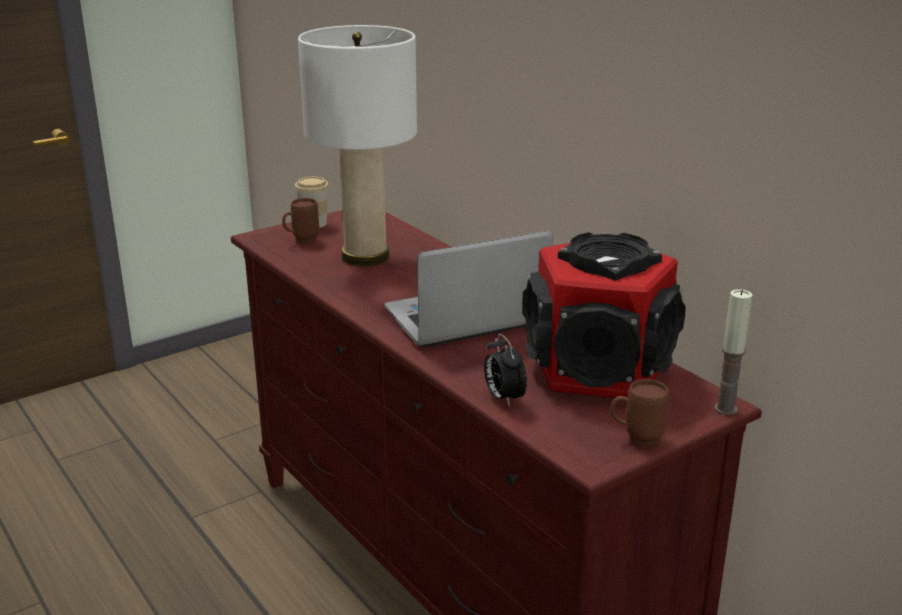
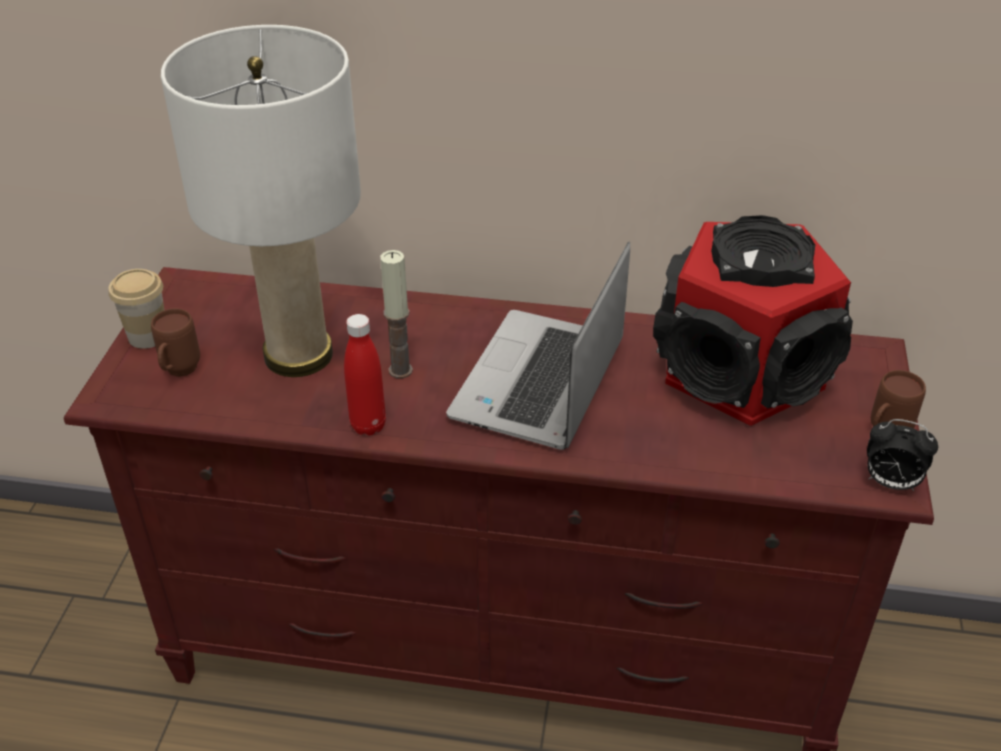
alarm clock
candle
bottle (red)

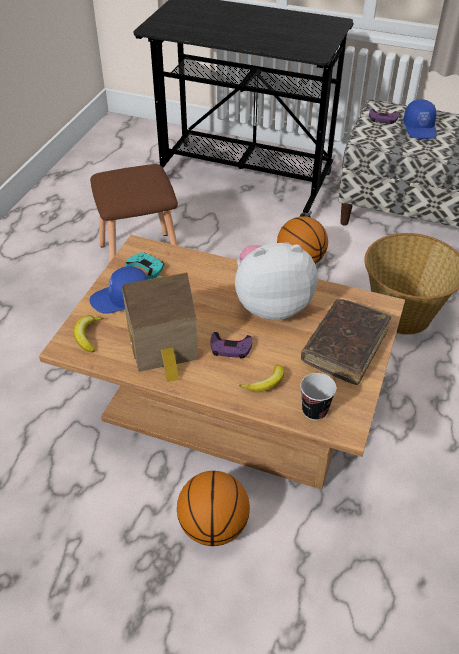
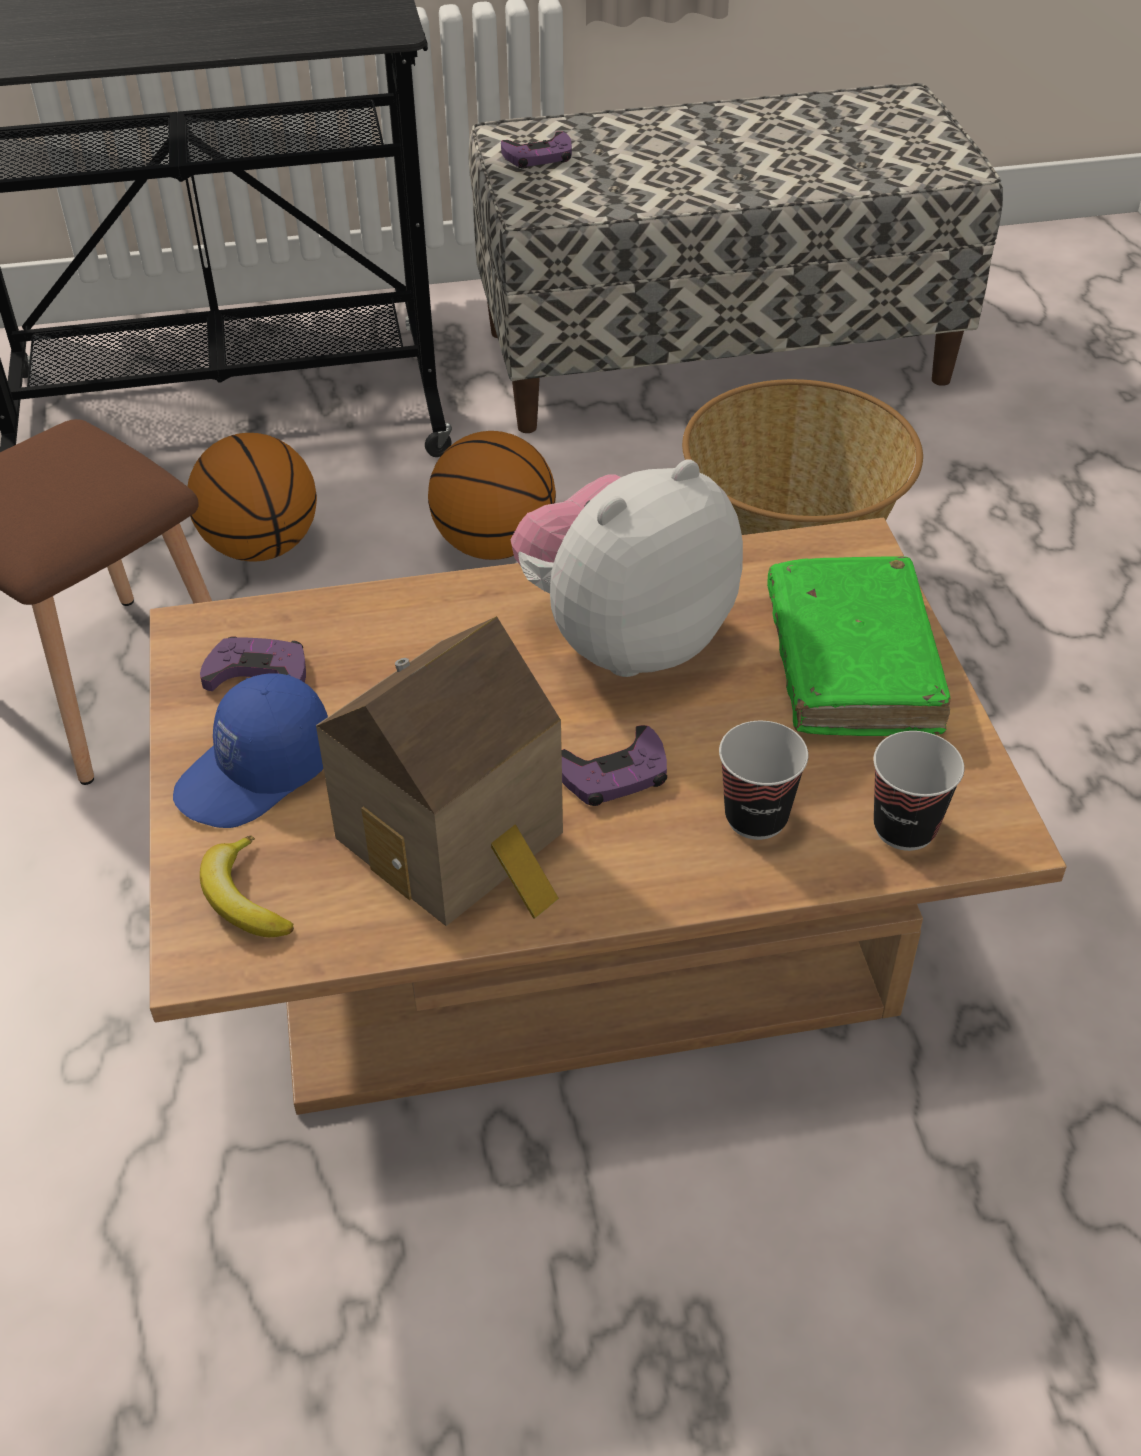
game controller (purple) (no. 1 from left)
basketball (no. 1 from left)
cup (no. 1 from left)
book (green)
cap (blue) (no. 2 from left in the first image)

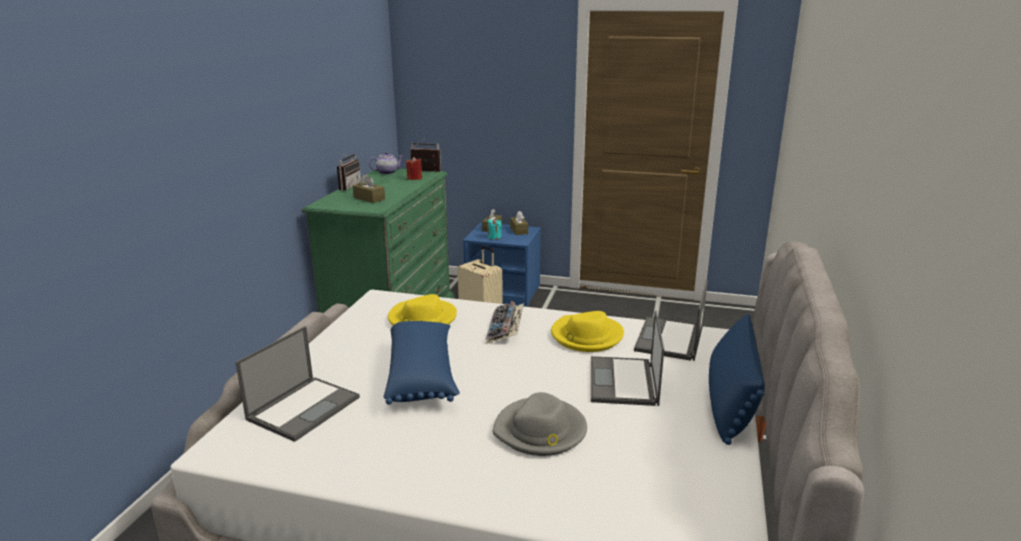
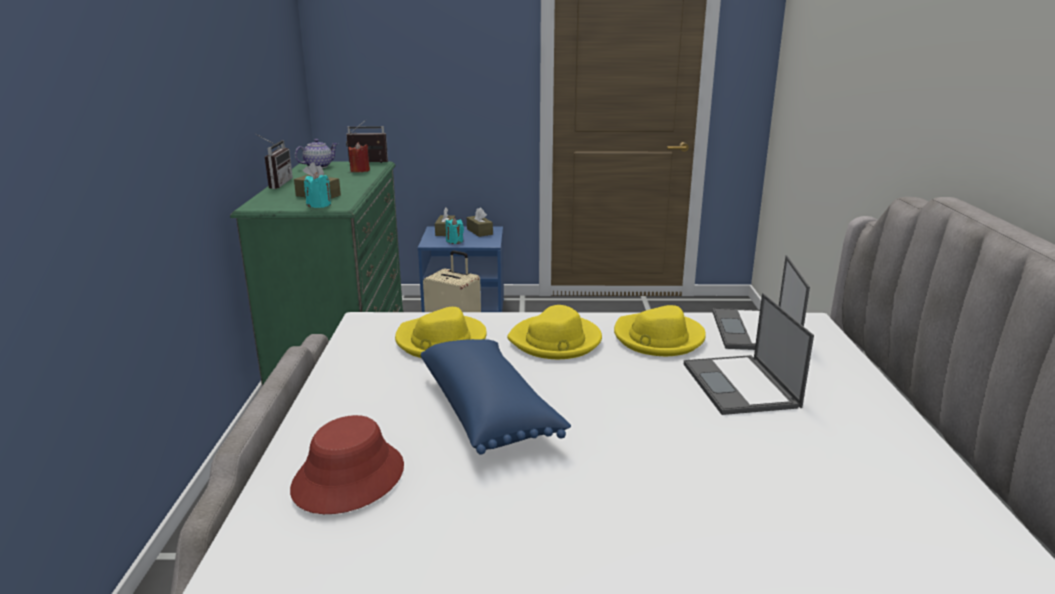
hat (red)
hat (yellow) (no. 2 from left)
hat (grey)
pillow (blue) (no. 2 from left in the first image)
candle (turquoise) (no. 1 from left)

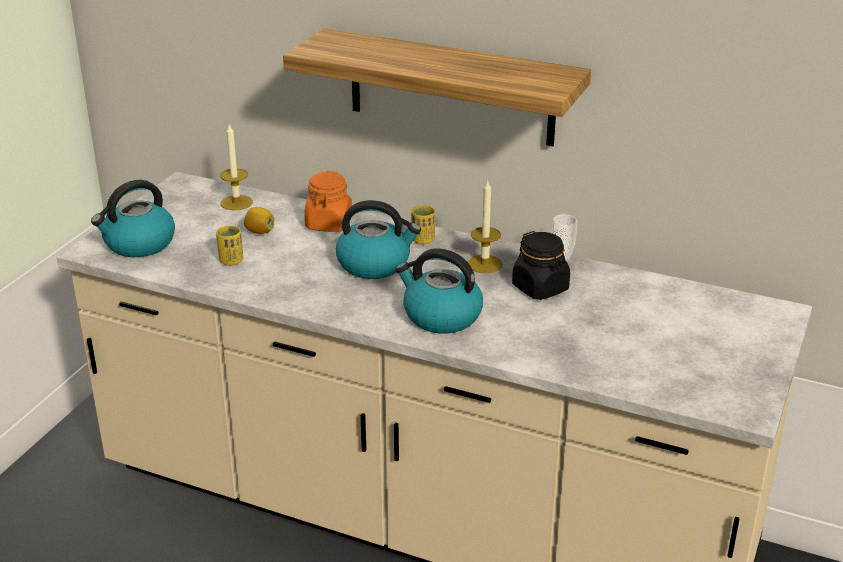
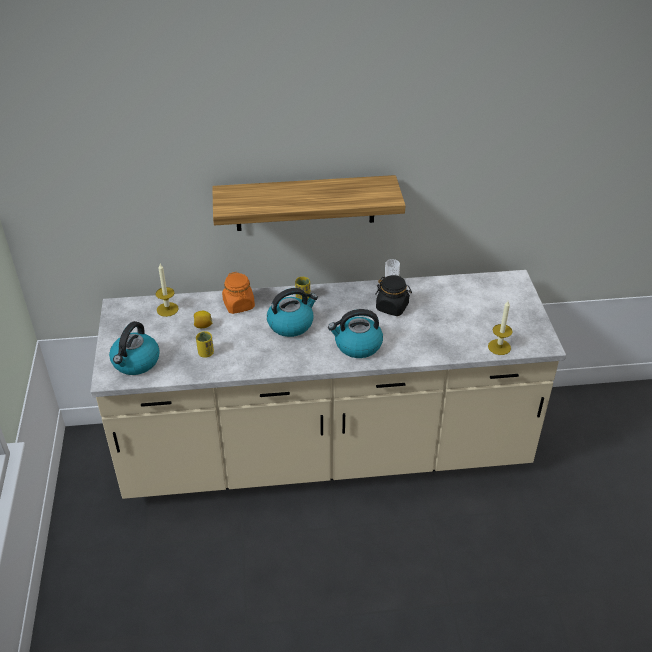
candle (no. 2 from left)

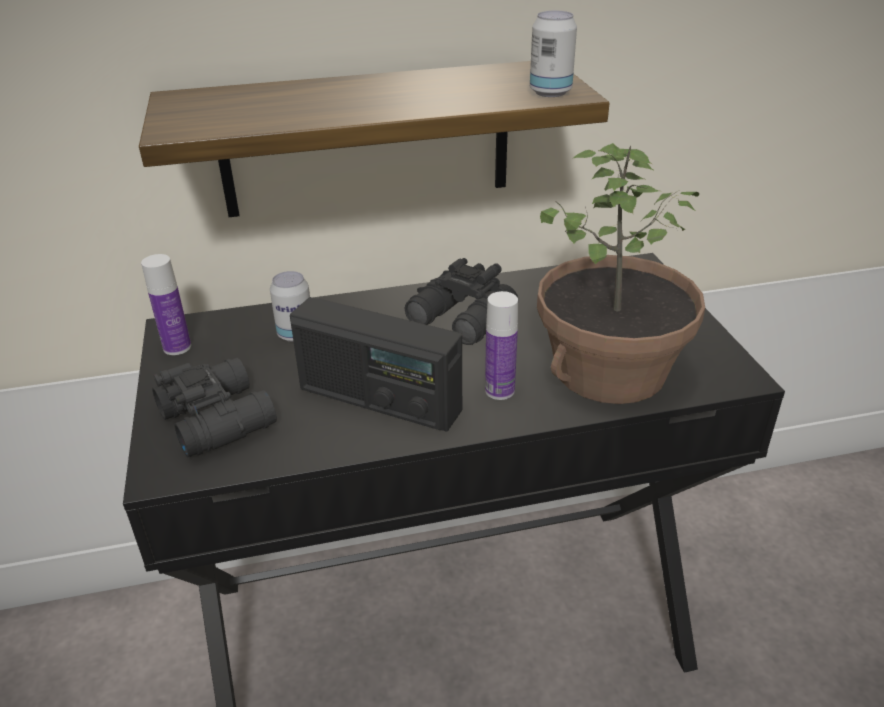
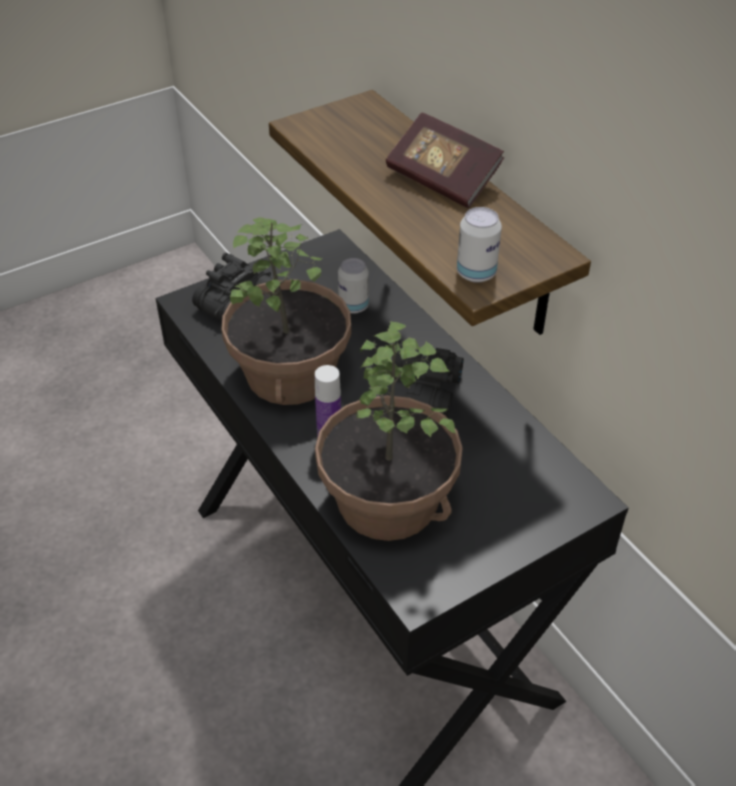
bottle (no. 1 from left in the first image)
potted plant (no. 1 from left)
book

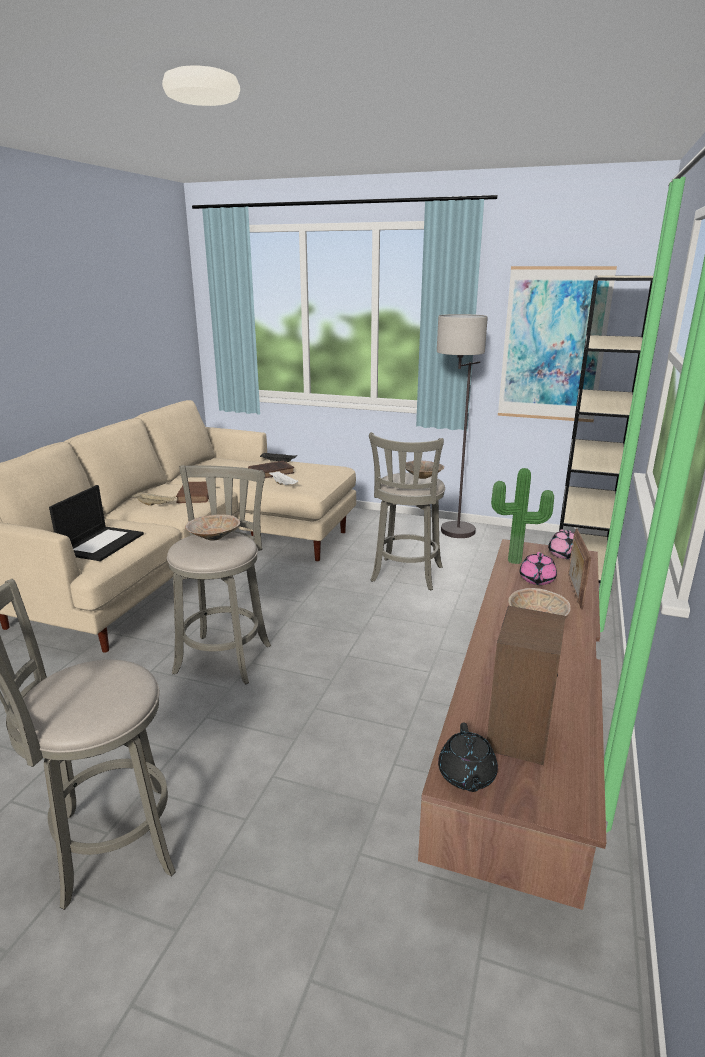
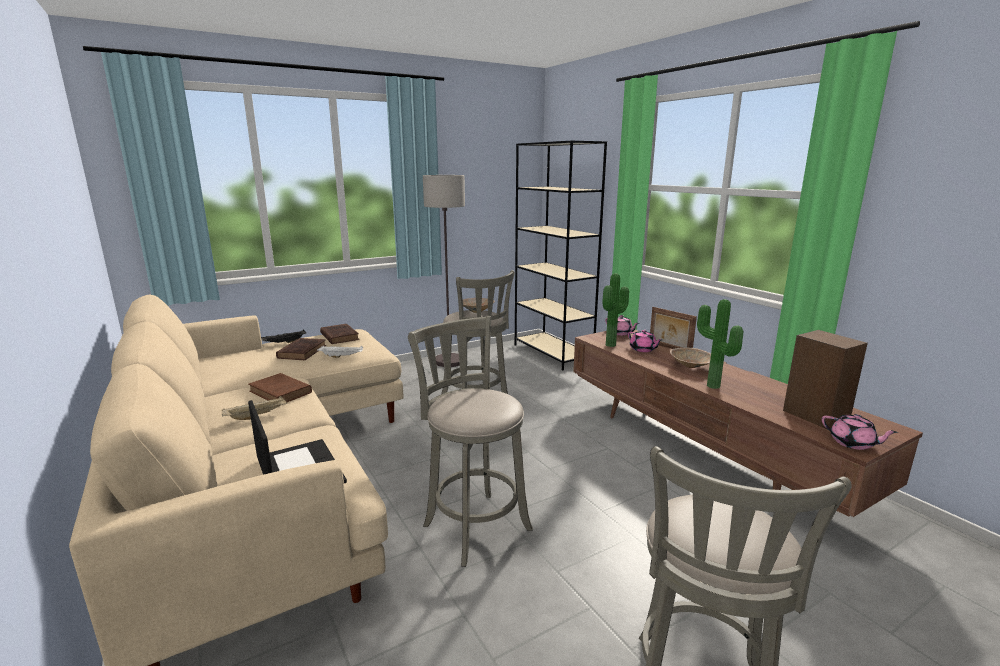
bowl (beige) (no. 1 from left in the first image)
teapot (pink) (no. 3 from left)
picture
book (brown) (no. 3 from left)
potted plant (no. 2 from left)

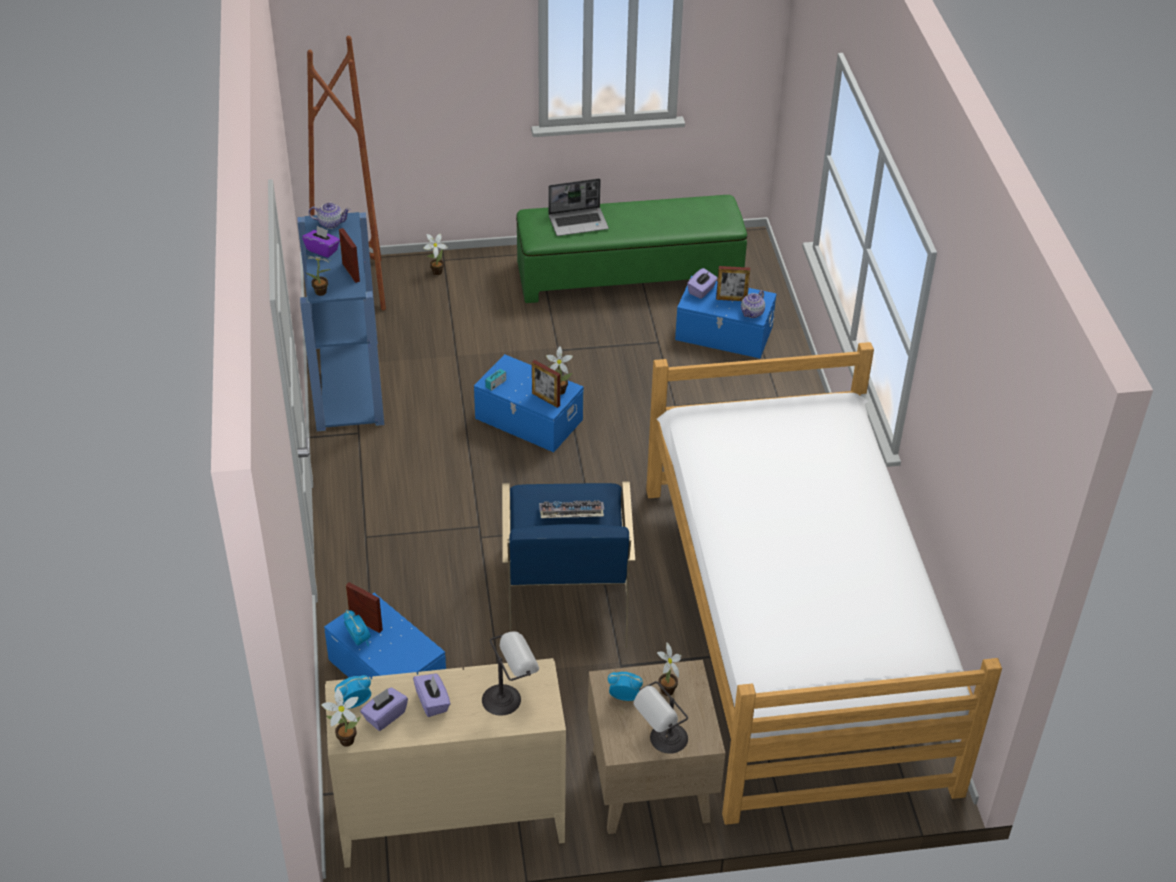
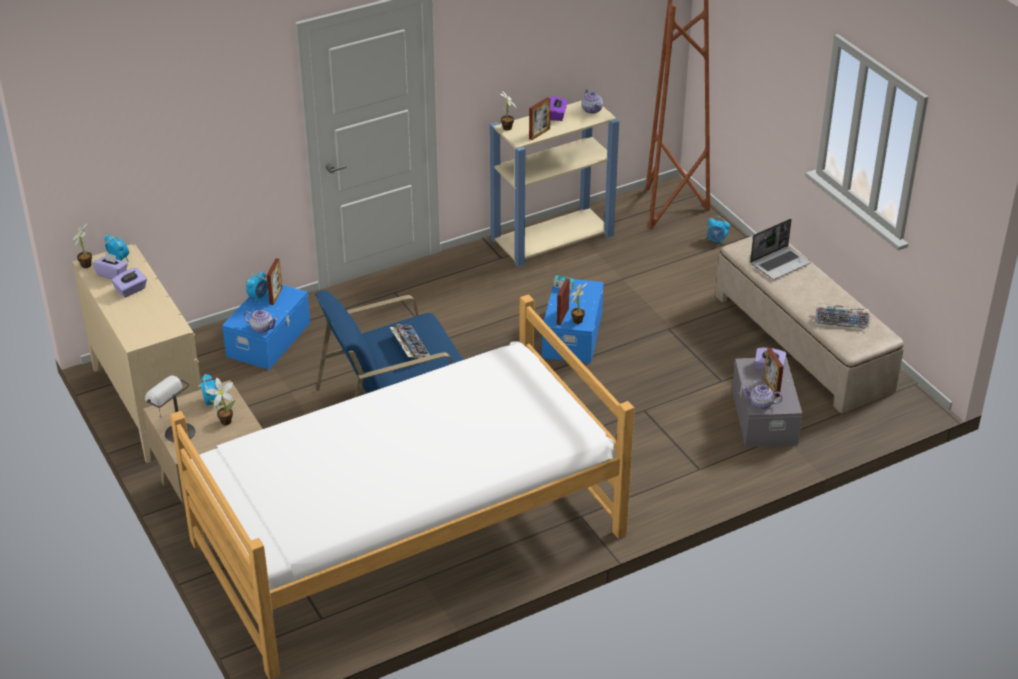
bookcase (beige)
alarm clock (no. 4 from left)
table lamp (no. 1 from left in the first image)
bench (beige)
laptop
storage box (grey)
teapot (no. 1 from left)
keyboard (no. 2 from left)

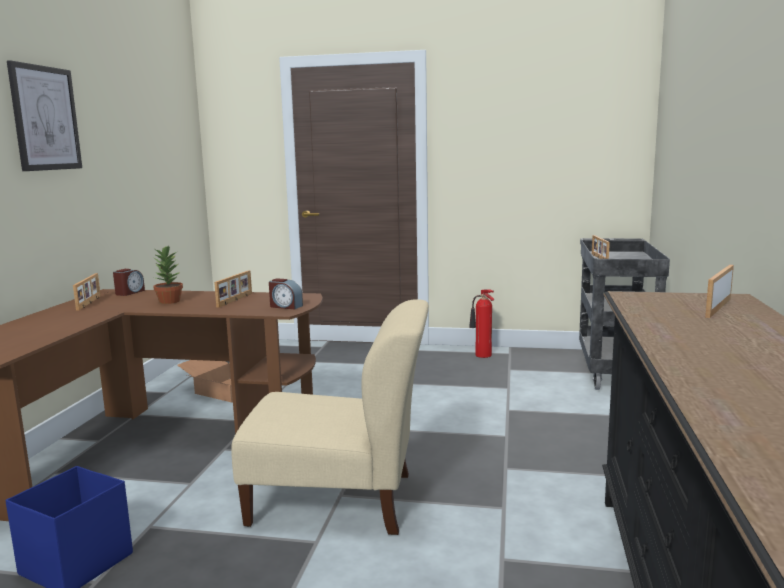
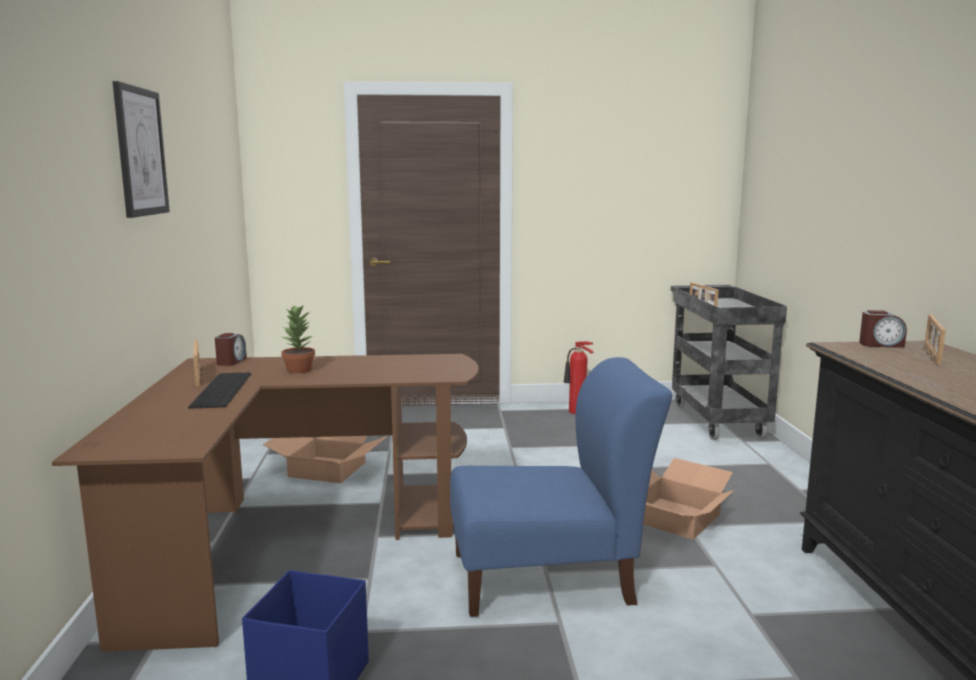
picture frame (no. 2 from left in the first image)
chair (blue)
alarm clock (no. 2 from left)
keyboard
cardboard box (no. 2 from left)

